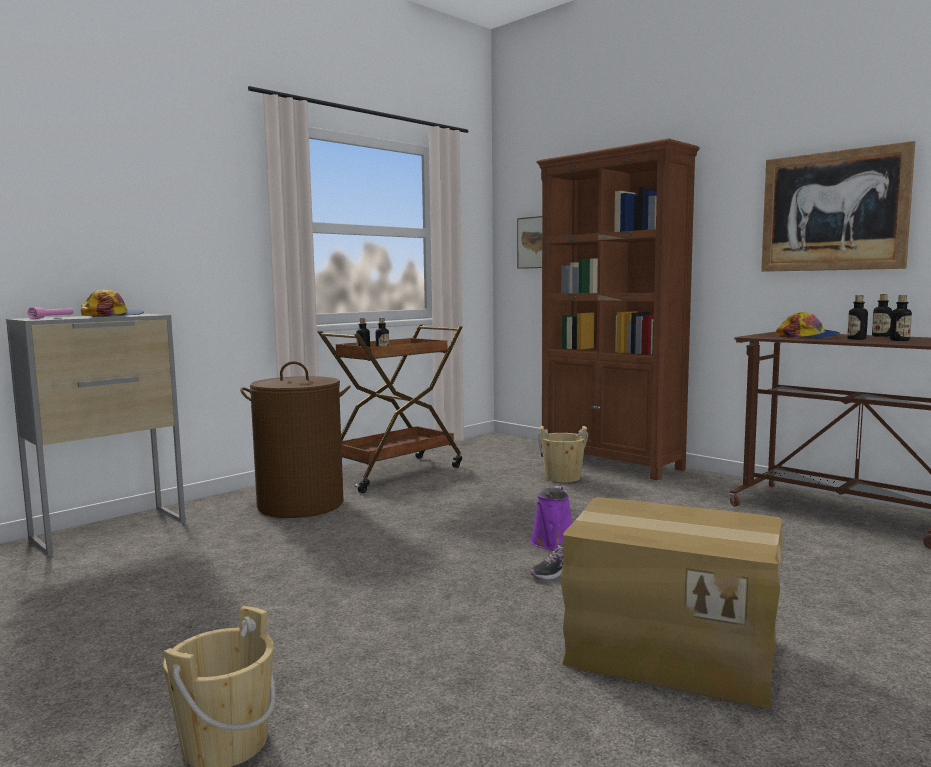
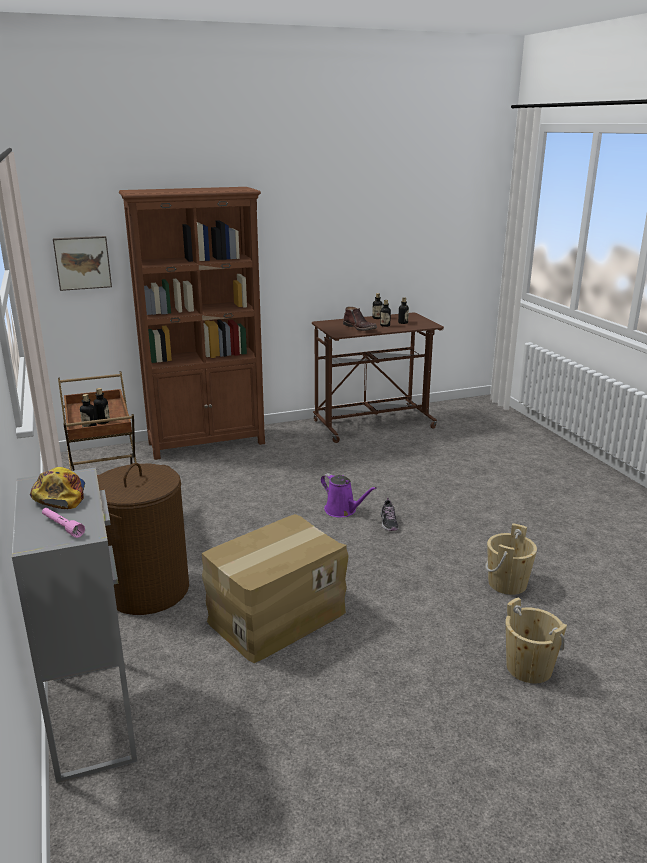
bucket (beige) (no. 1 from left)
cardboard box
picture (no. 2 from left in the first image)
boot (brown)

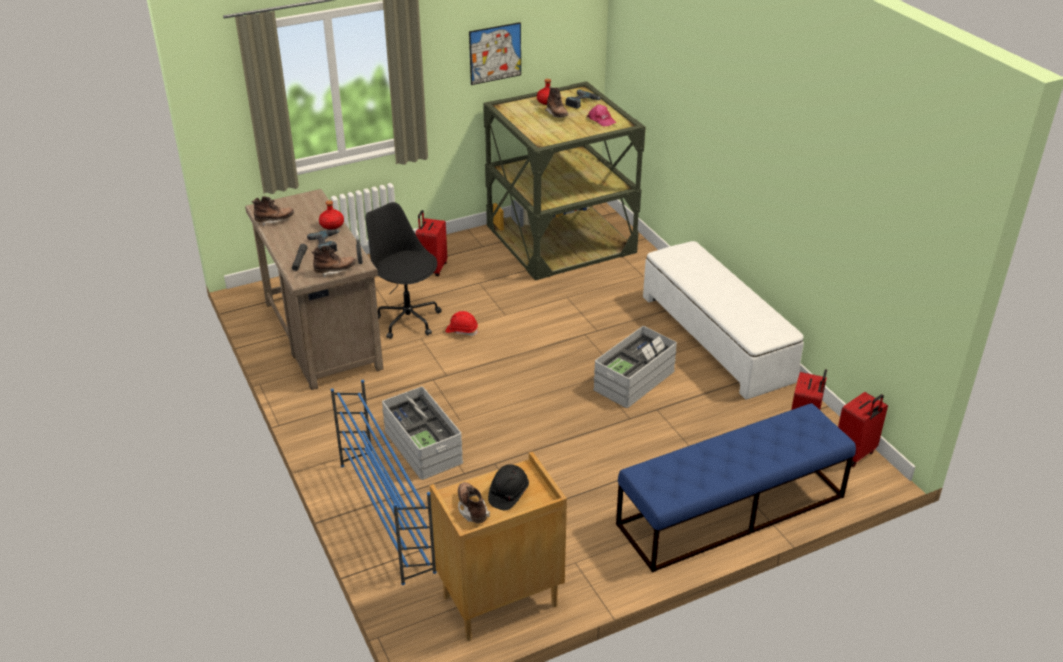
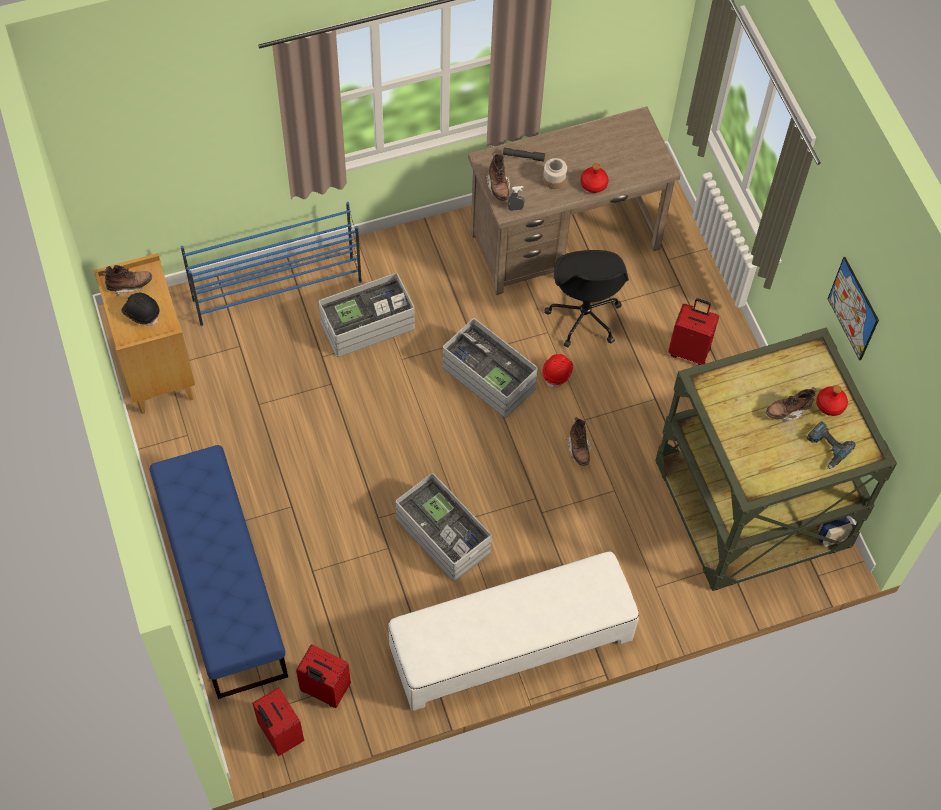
boot (brown) (no. 3 from left)
jar
office chair (black)
cap (pink)
storage box (grey) (no. 3 from left)

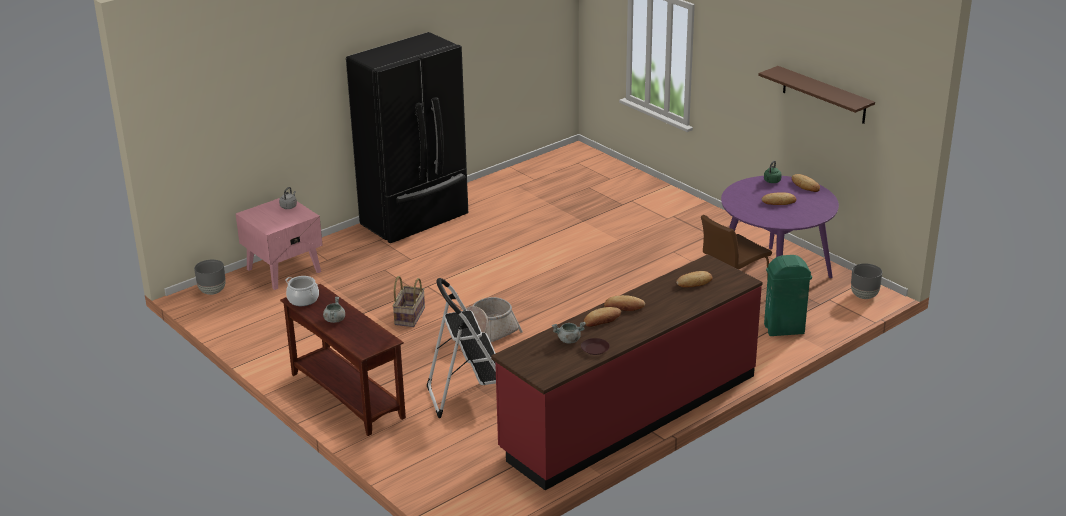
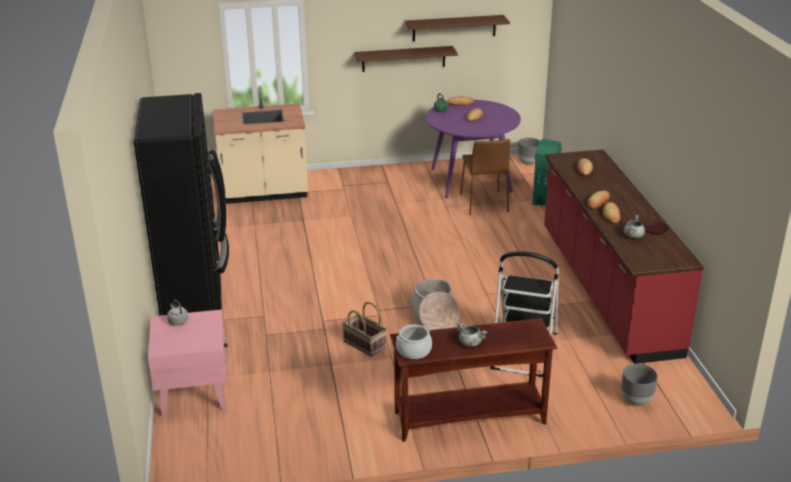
planter (grey) (no. 2 from left)
counter (beige)
shelf (brown) (no. 1 from left)

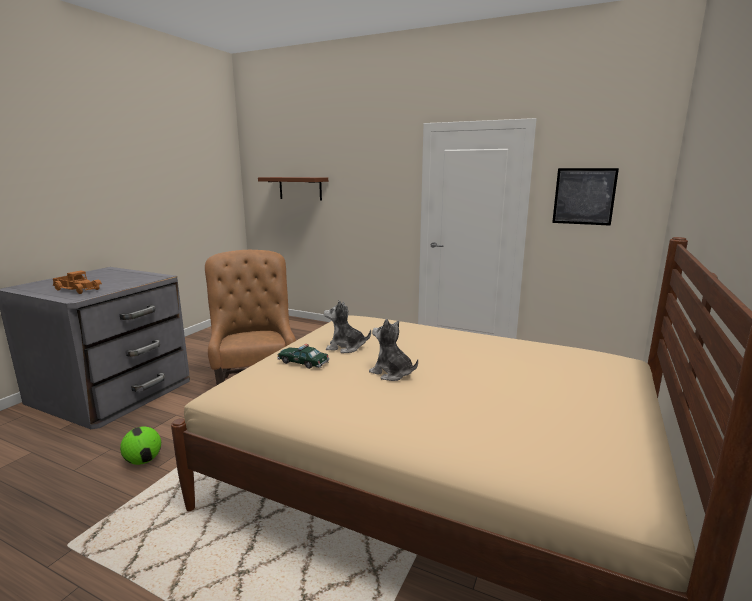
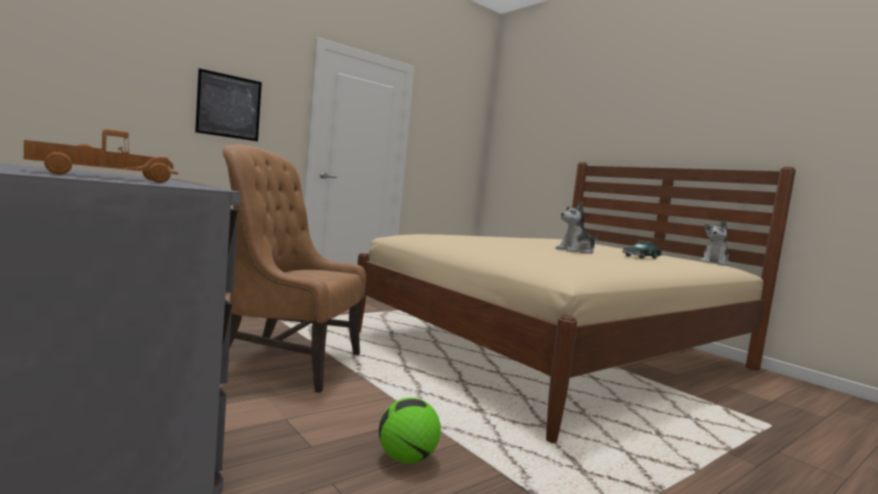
shelf (brown)
toy car
plush toy (no. 2 from left)
picture

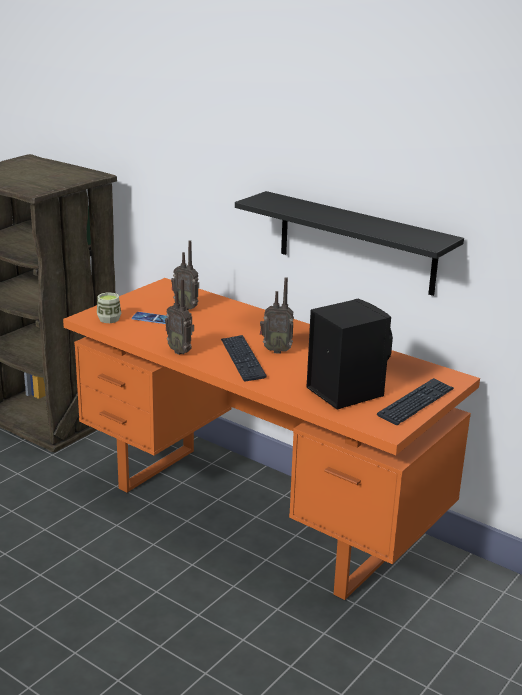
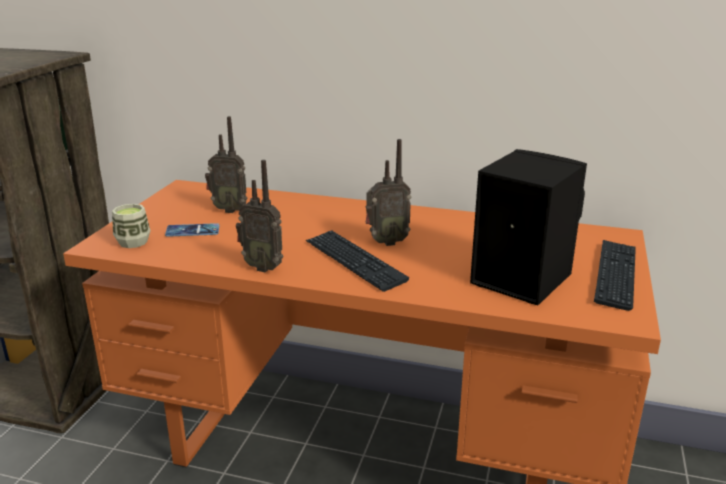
shelf (black)

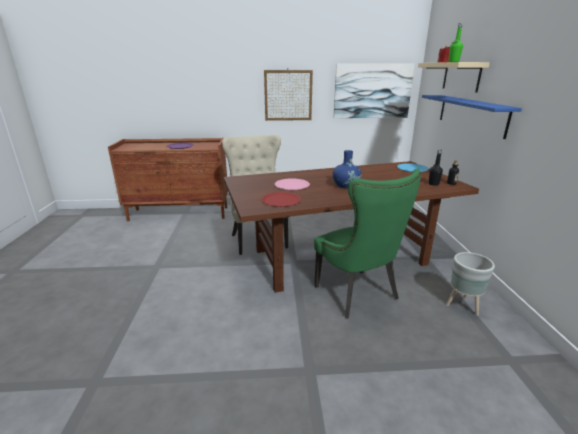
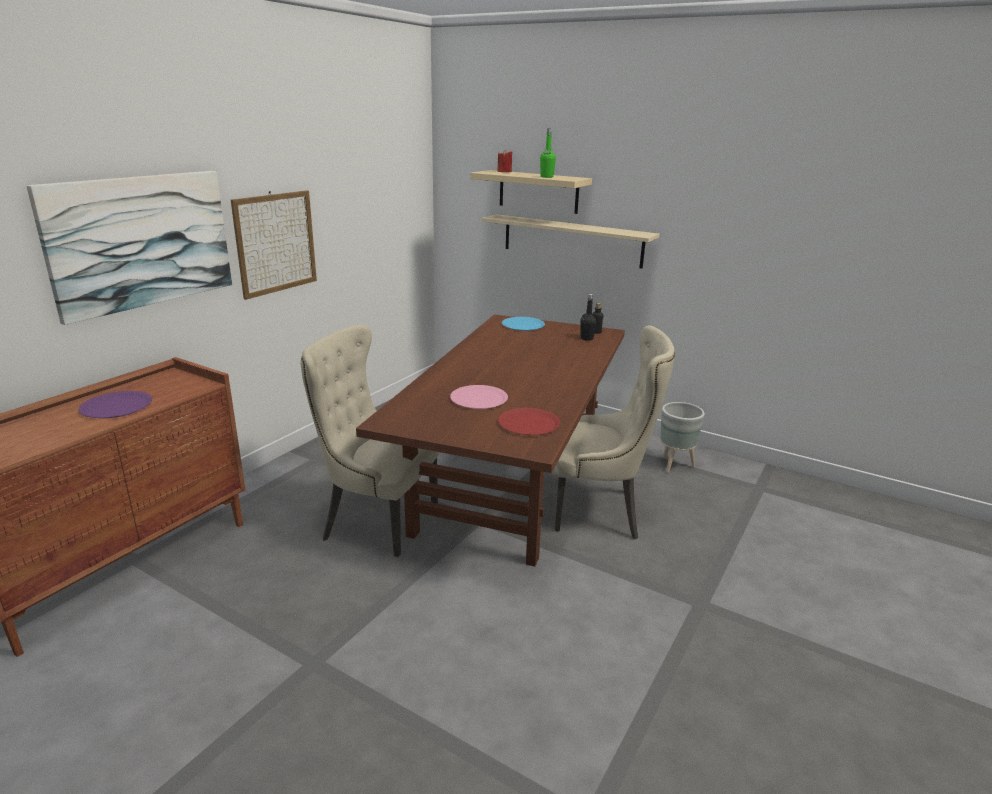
chair (beige) (no. 2 from left)
picture (no. 1 from left)
vase (blue)
shelf (beige) (no. 2 from left)

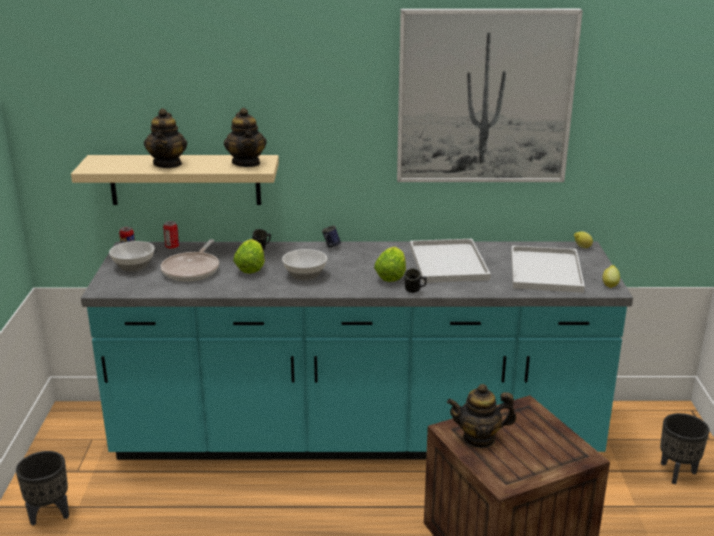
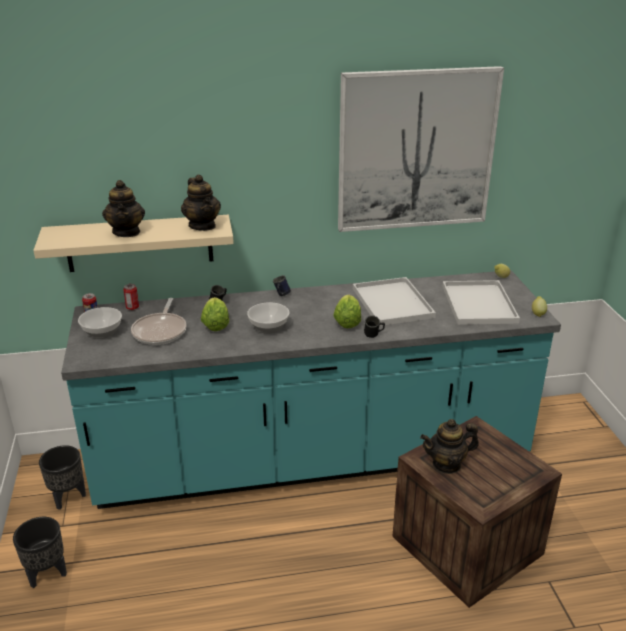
planter (black) (no. 2 from left)

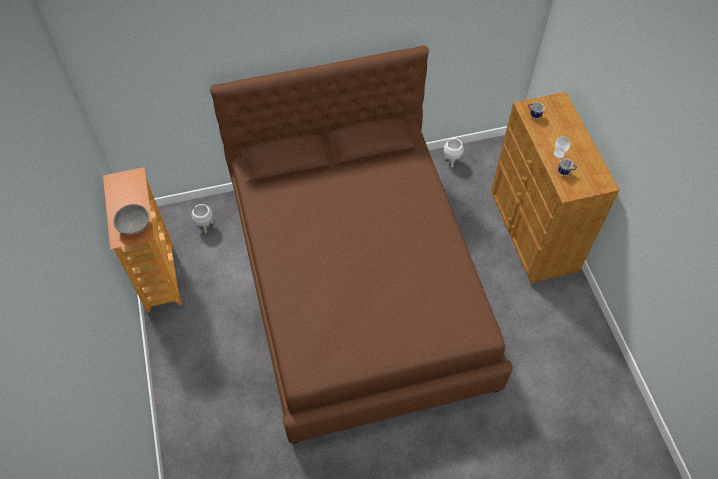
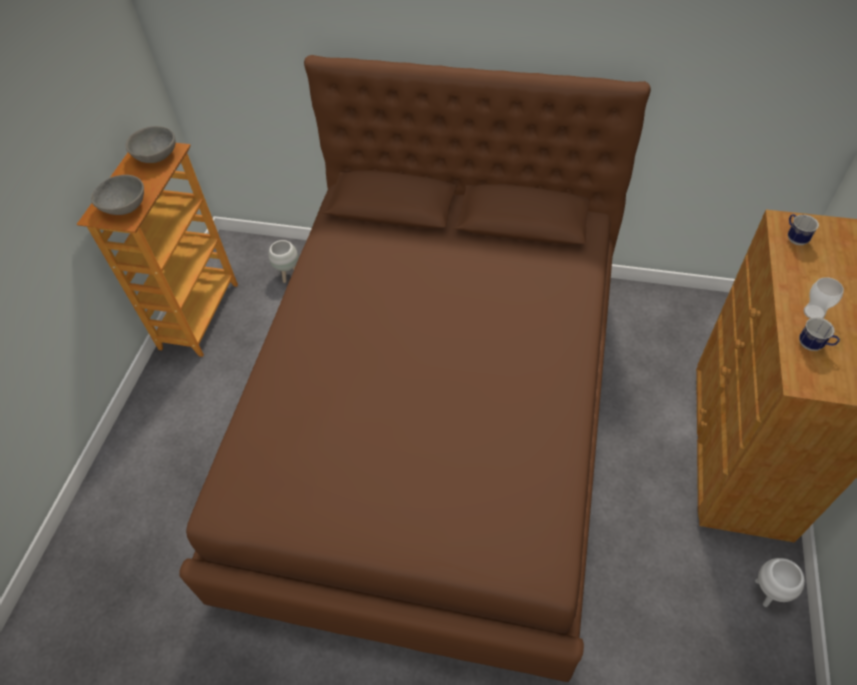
planter (white) (no. 2 from left)
bowl (grey) (no. 2 from left)

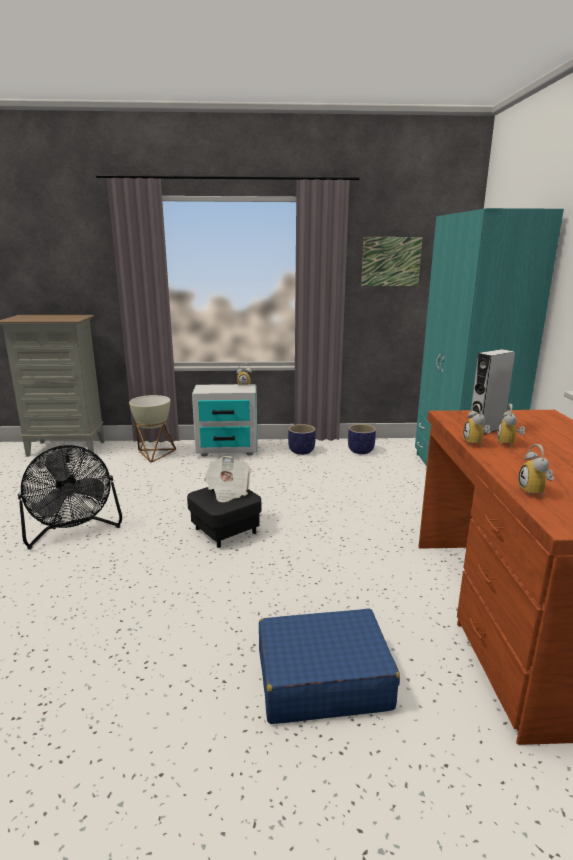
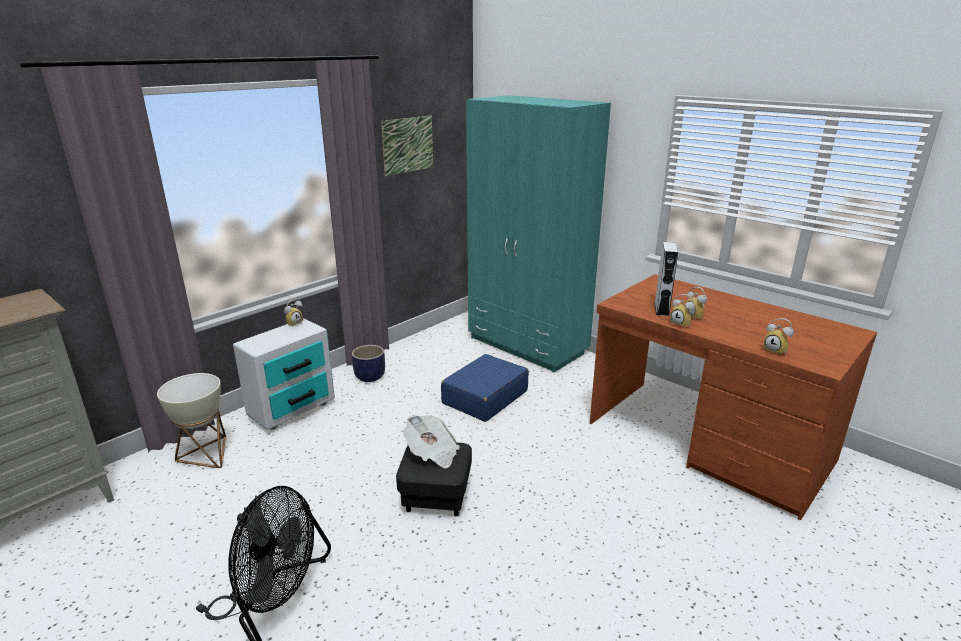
suitcase (blue)
planter (no. 3 from left in the first image)

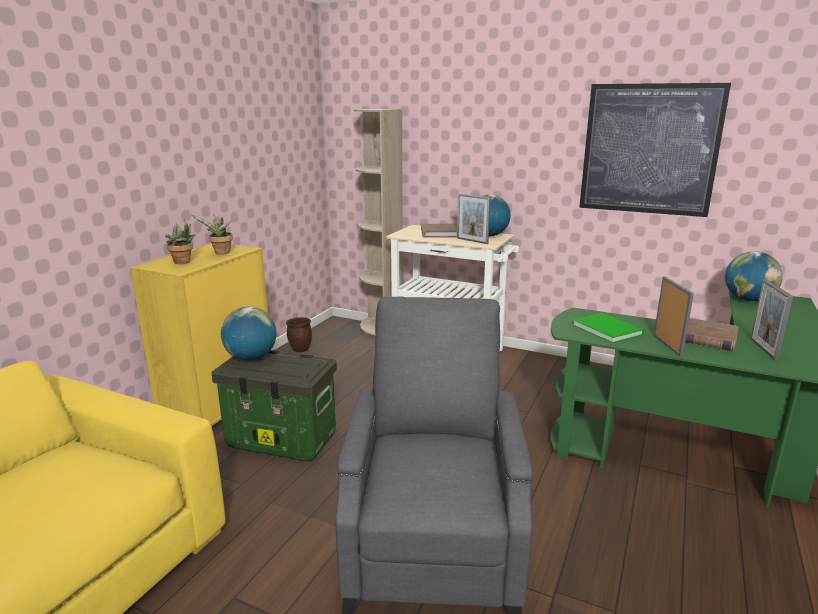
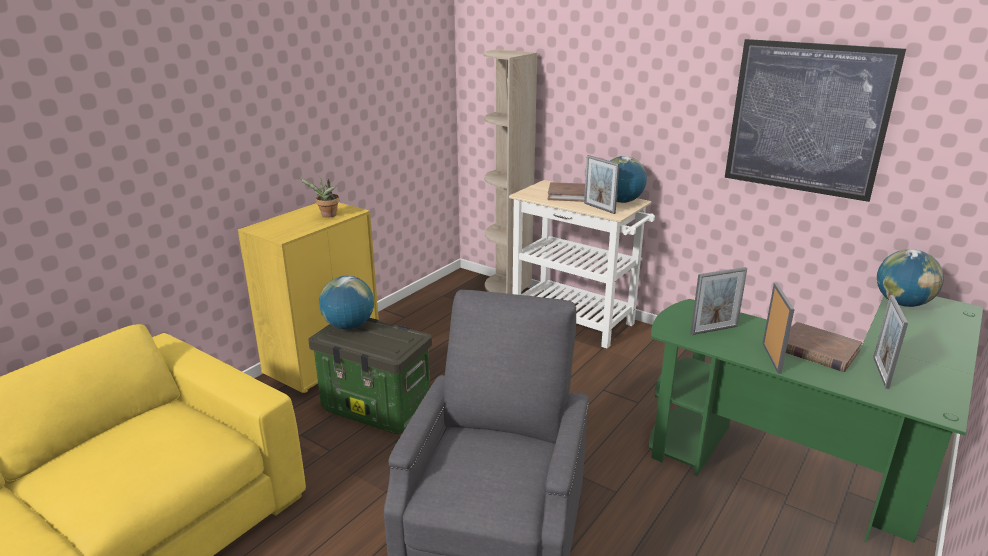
potted plant (no. 1 from left in the first image)
planter (brown)
picture frame (no. 2 from left)

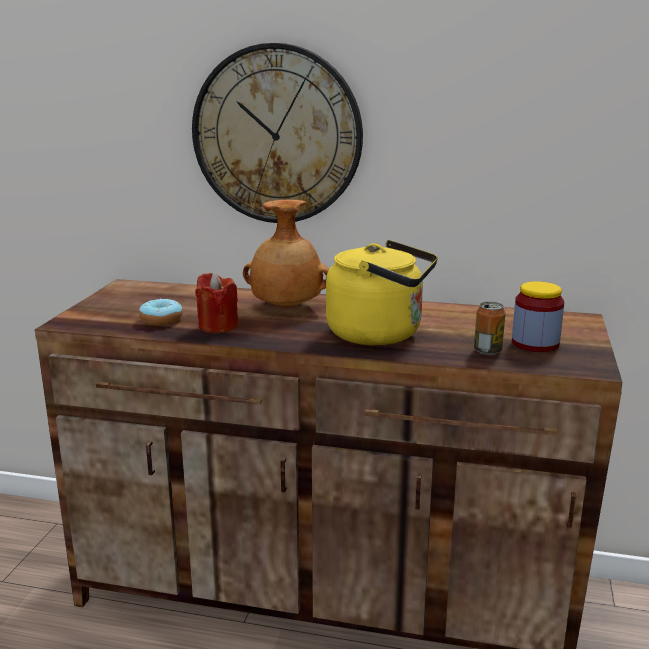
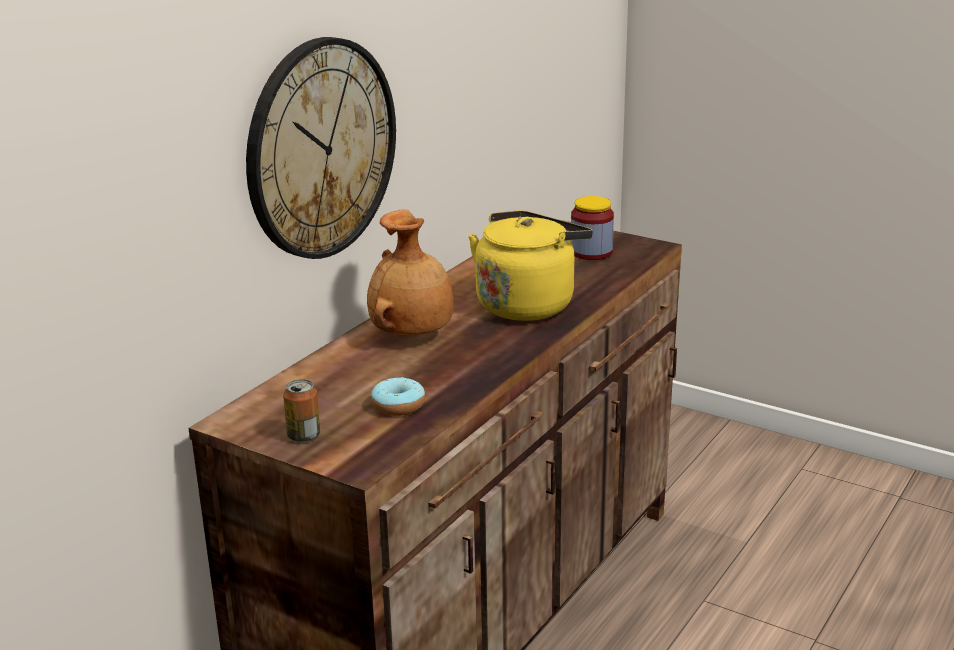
candle (red)
can

